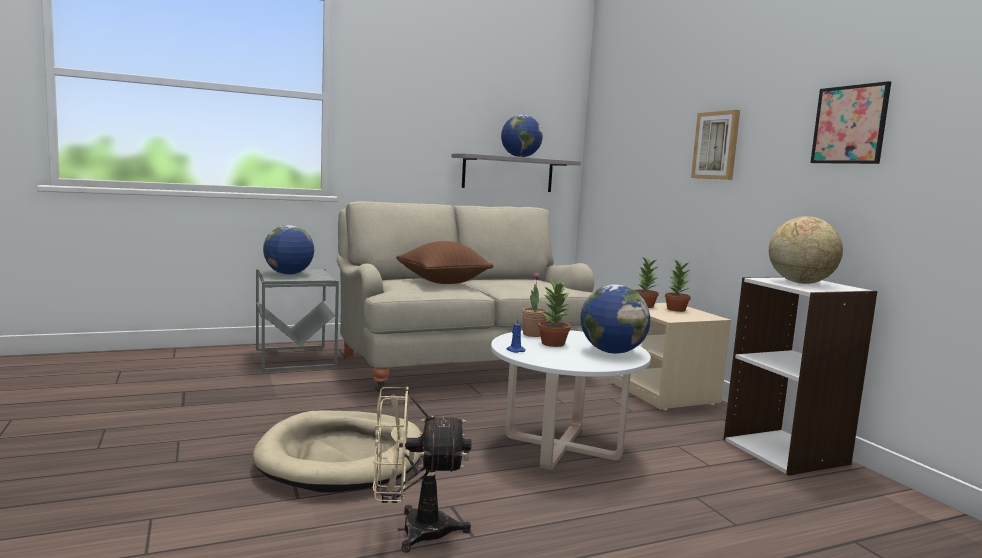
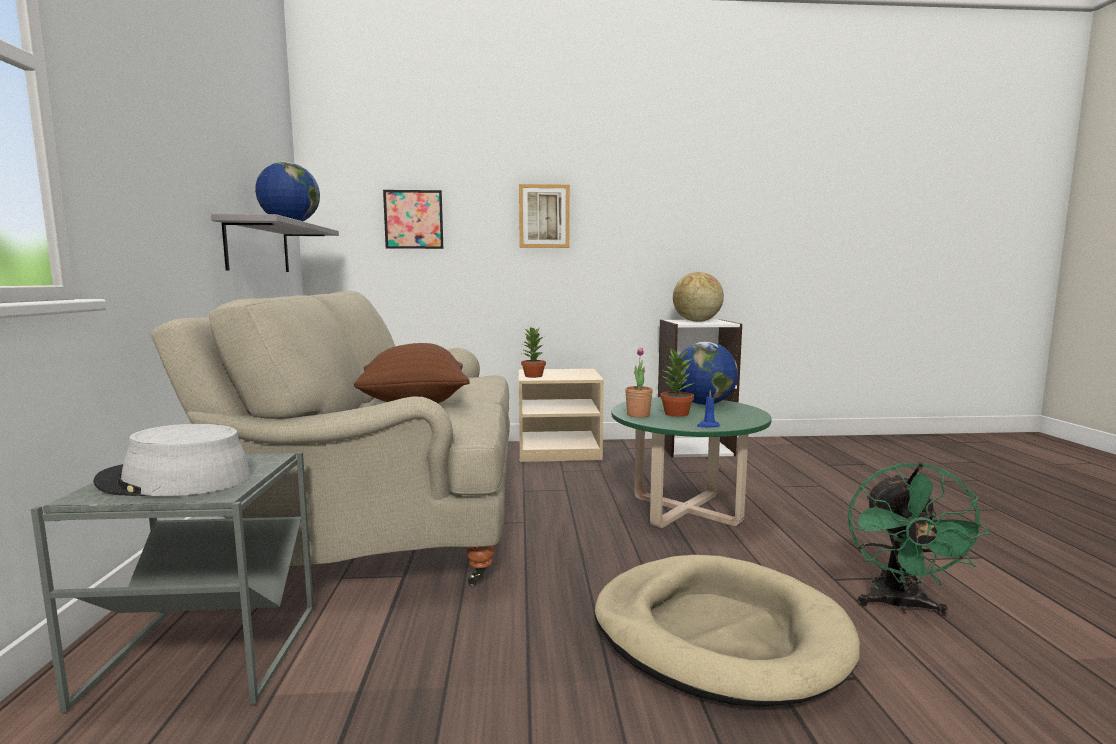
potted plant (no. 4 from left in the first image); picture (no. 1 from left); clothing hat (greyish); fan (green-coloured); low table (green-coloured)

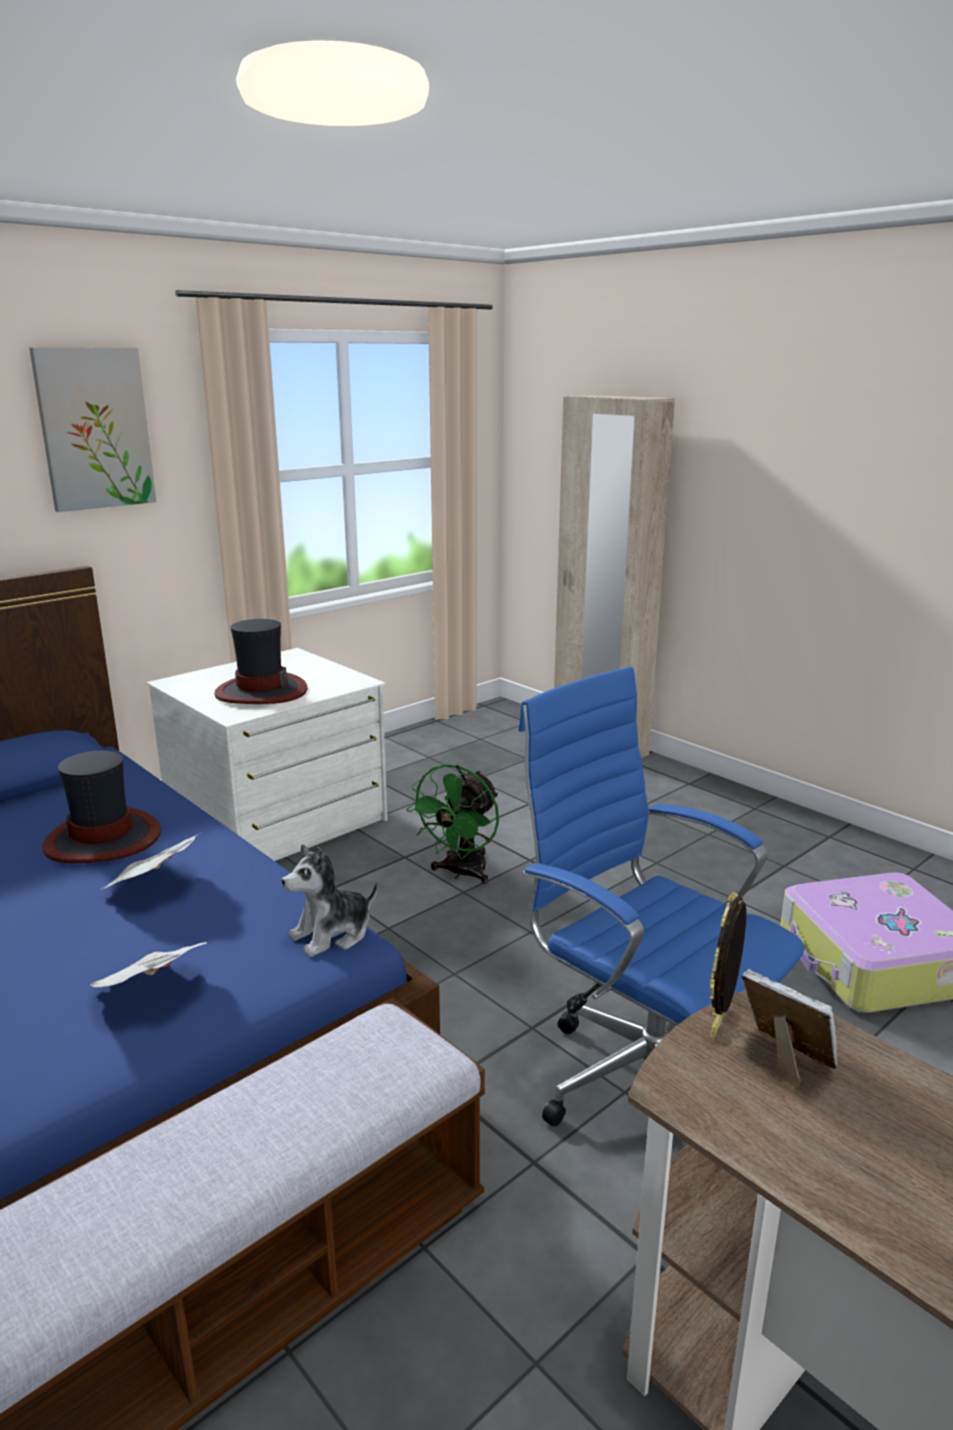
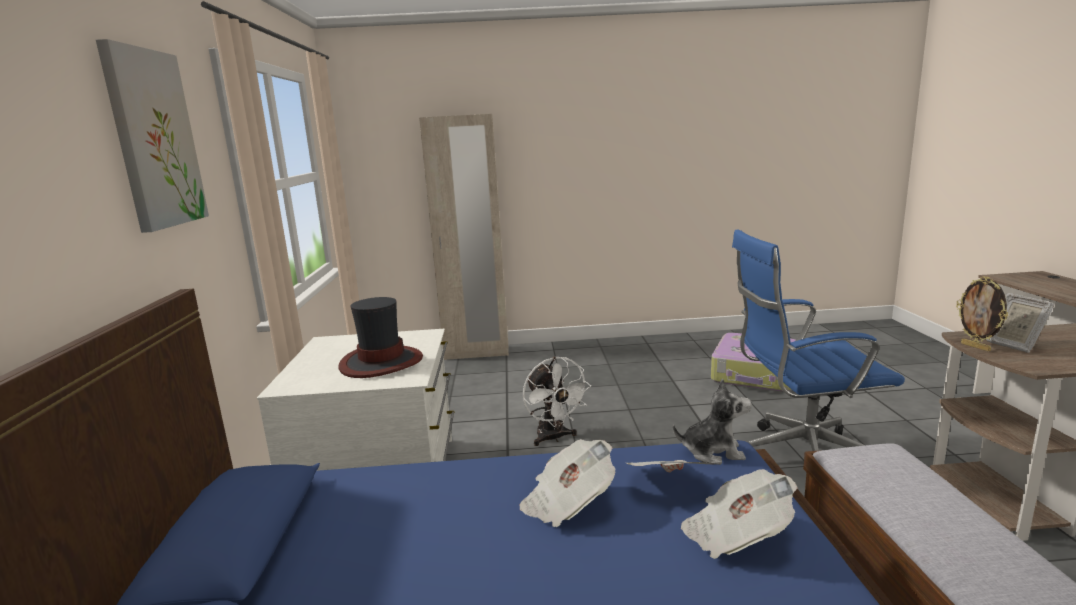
clothing hat (no. 1 from left in the first image); newspaper (no. 2 from left); fan (white); plush toy; photo frame (no. 2 from left)

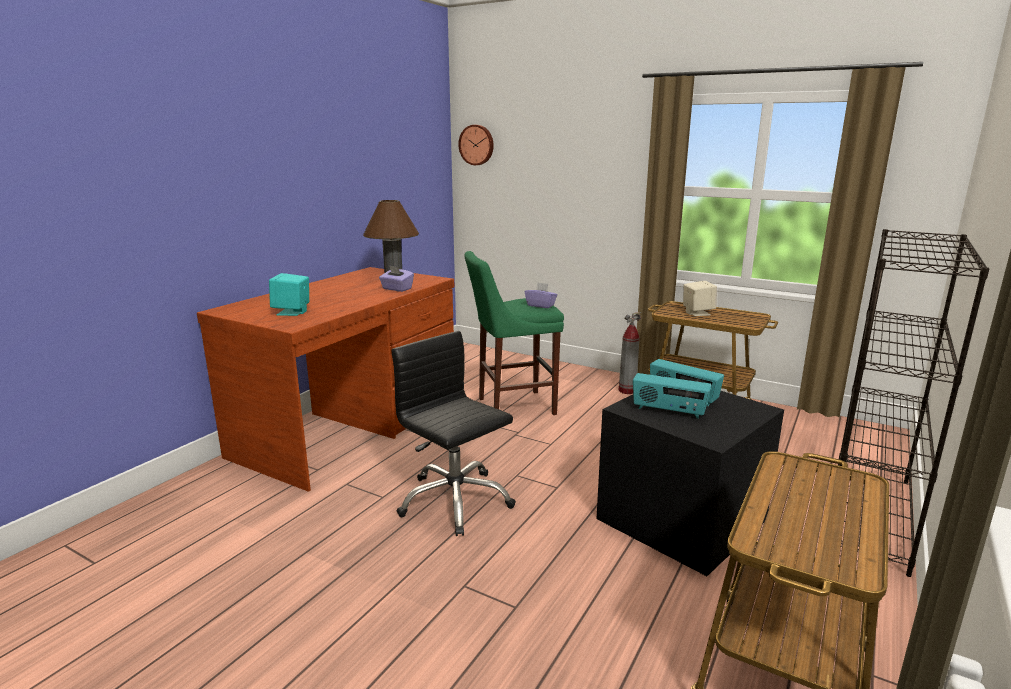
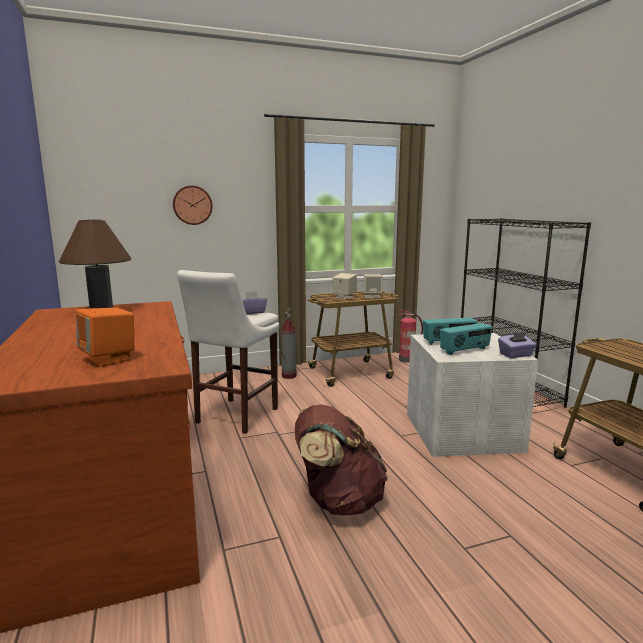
speaker (beige) (no. 2 from left); fire-fighting cylinder (no. 2 from left); box of tissues (purple) (no. 2 from left); clock on the wall; backpack (brown-coloured); speaker (orange-coloured); stool (white); storage box (white)

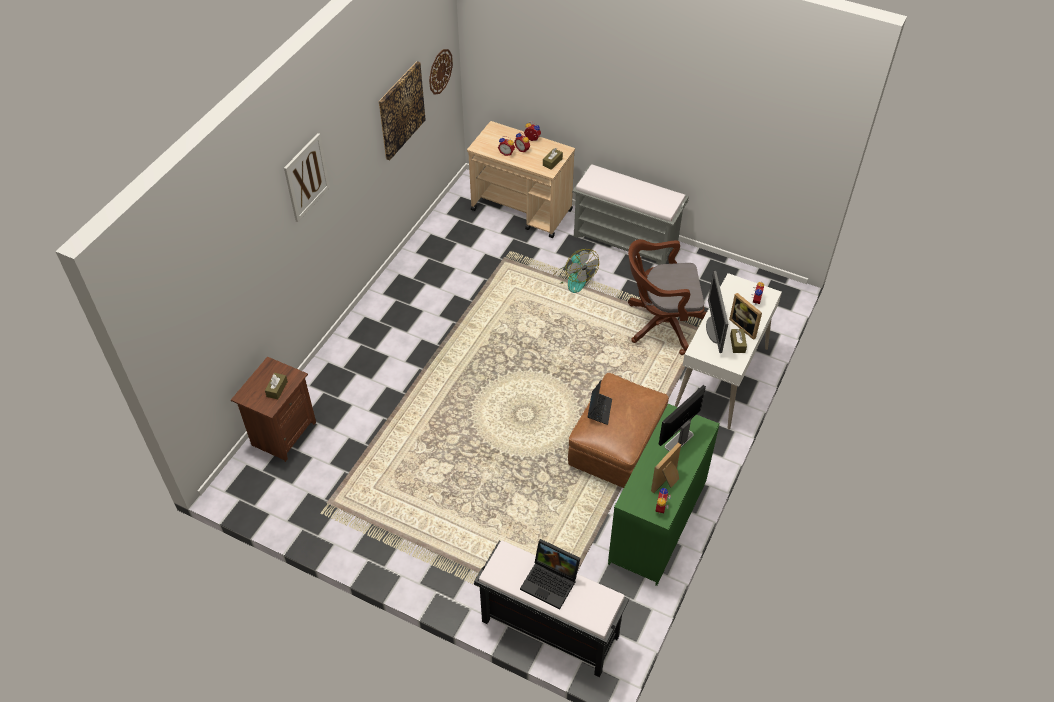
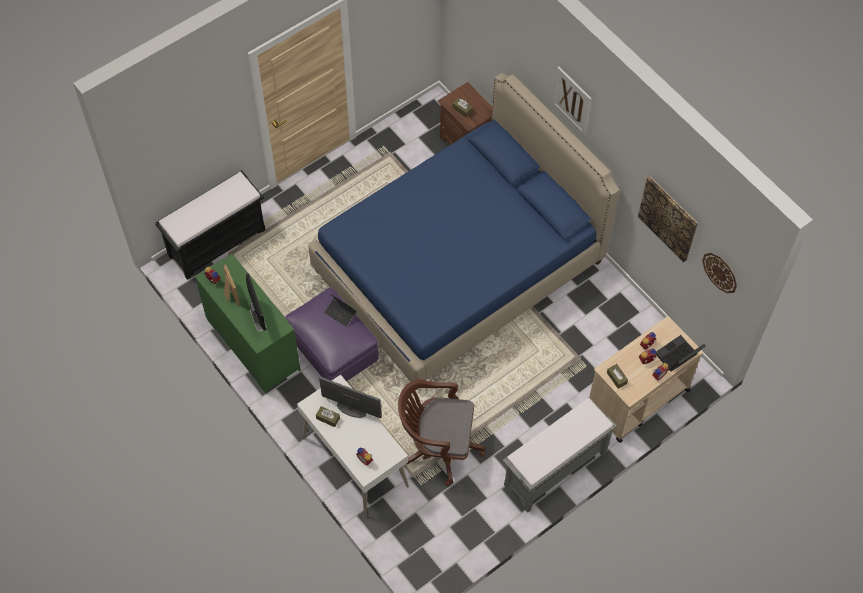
fan; photo frame (no. 2 from left in the first image); bedroom bed (bluish); portable computer (no. 2 from left); pouffe (purple); desk chair (brown-coloured)

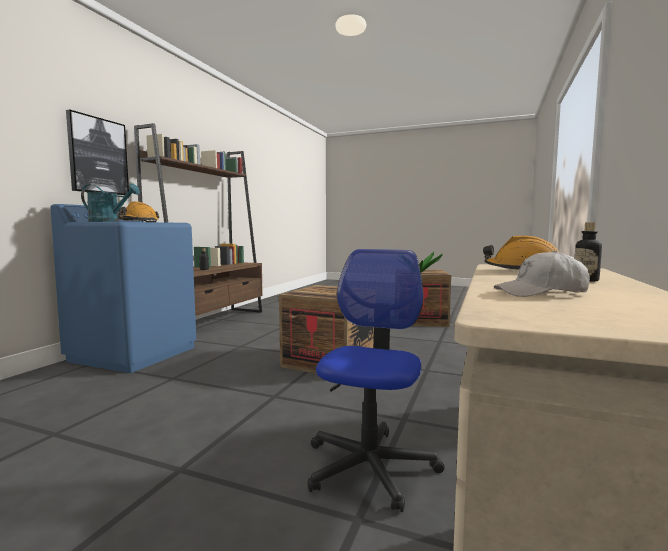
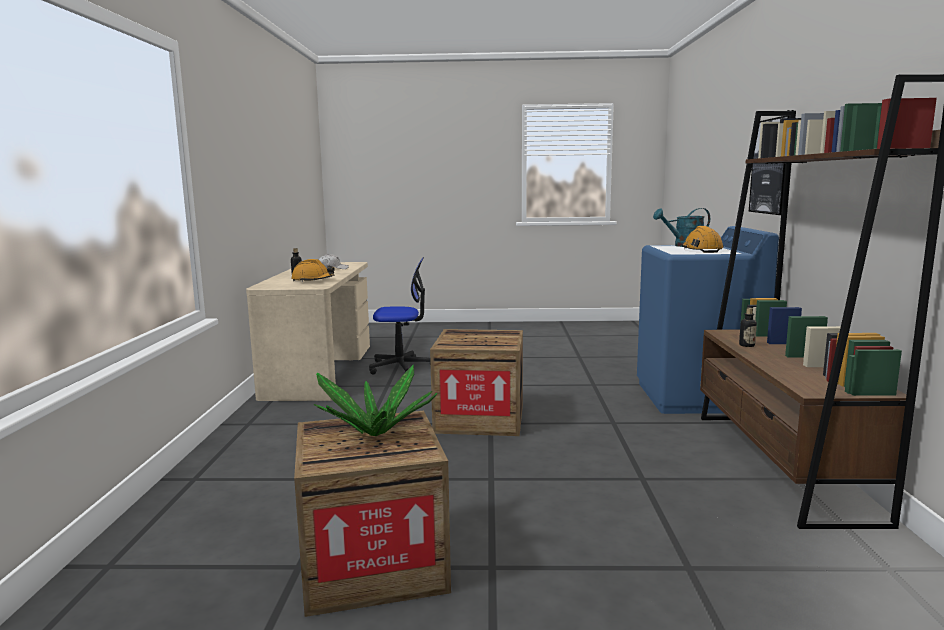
desk chair

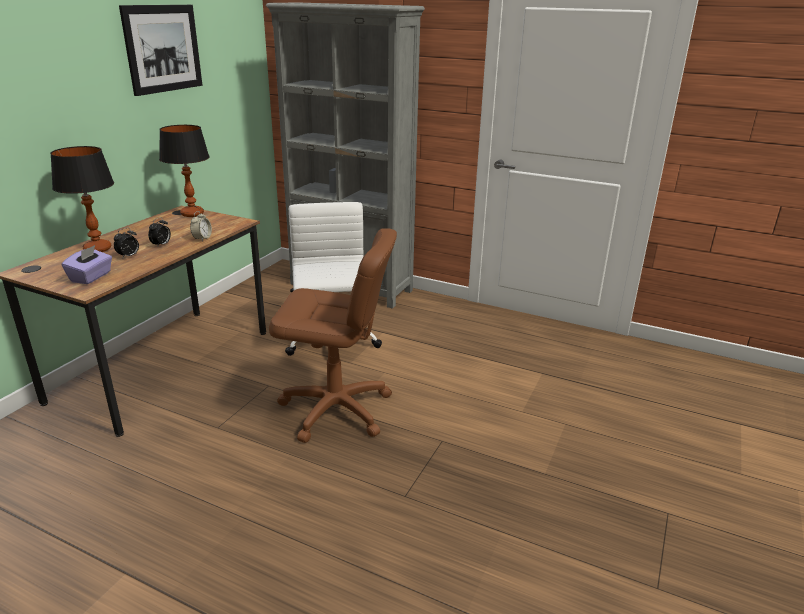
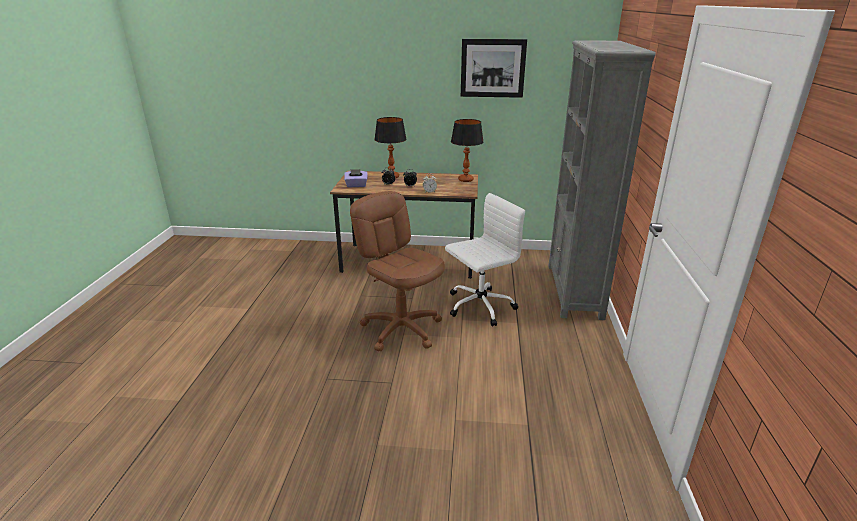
desk chair (brown-coloured)

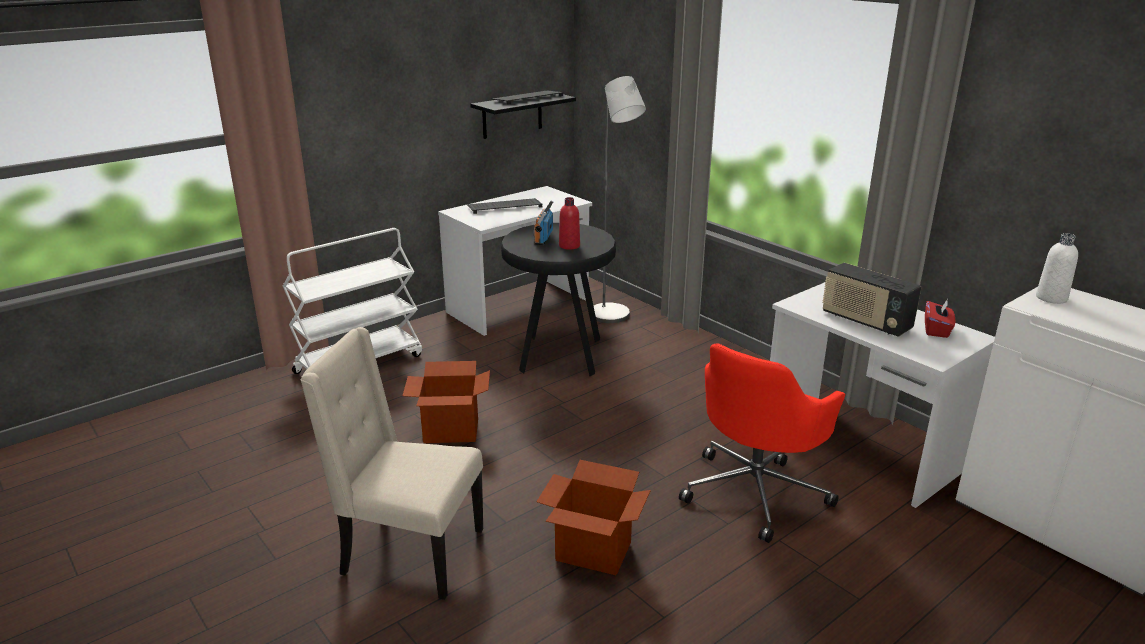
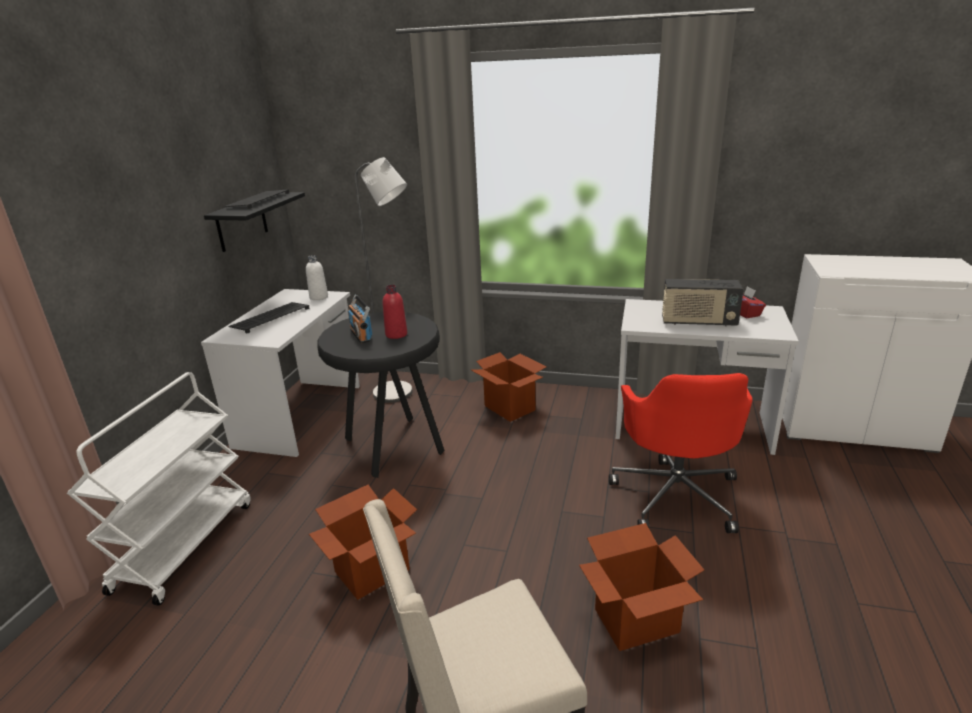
cardboard box (no. 2 from left); drink bottle (white)

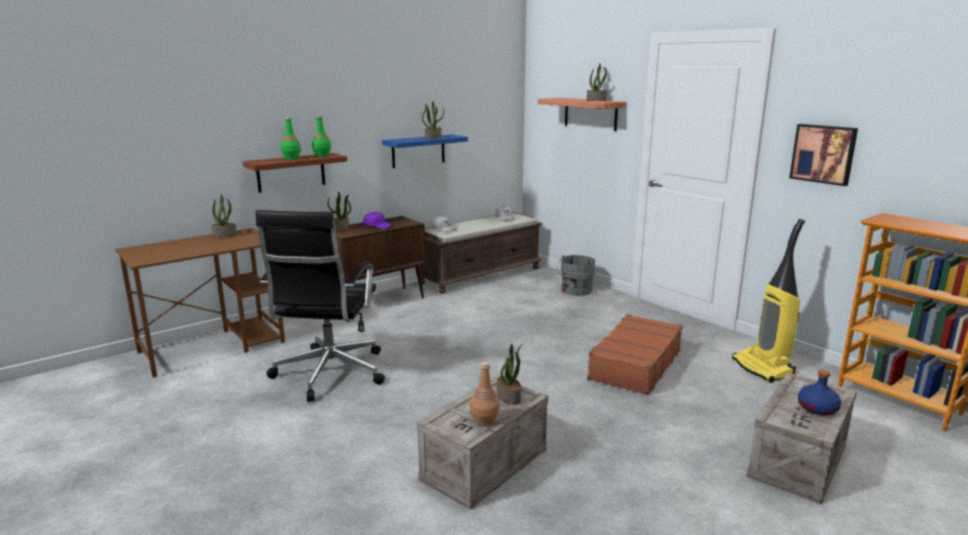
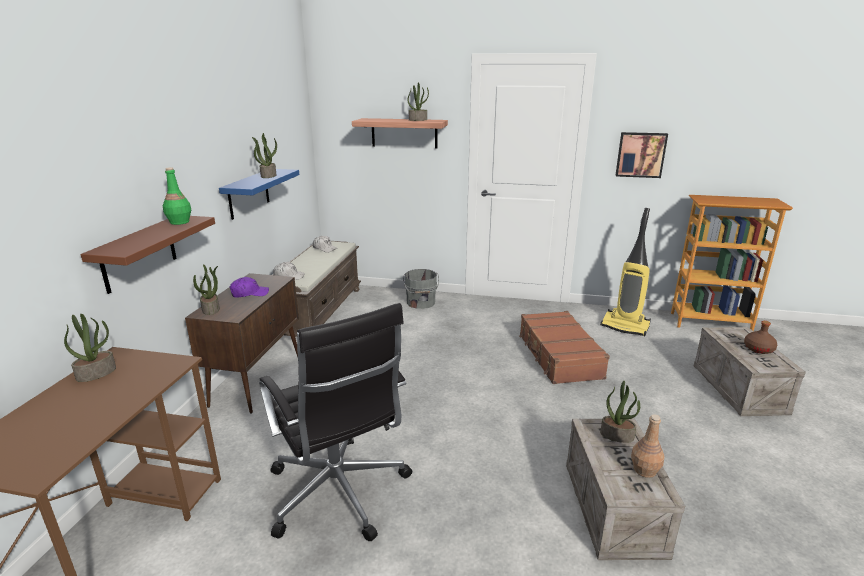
drink bottle (green-coloured) (no. 1 from left in the first image); drink bottle (brown-coloured) (no. 2 from left)

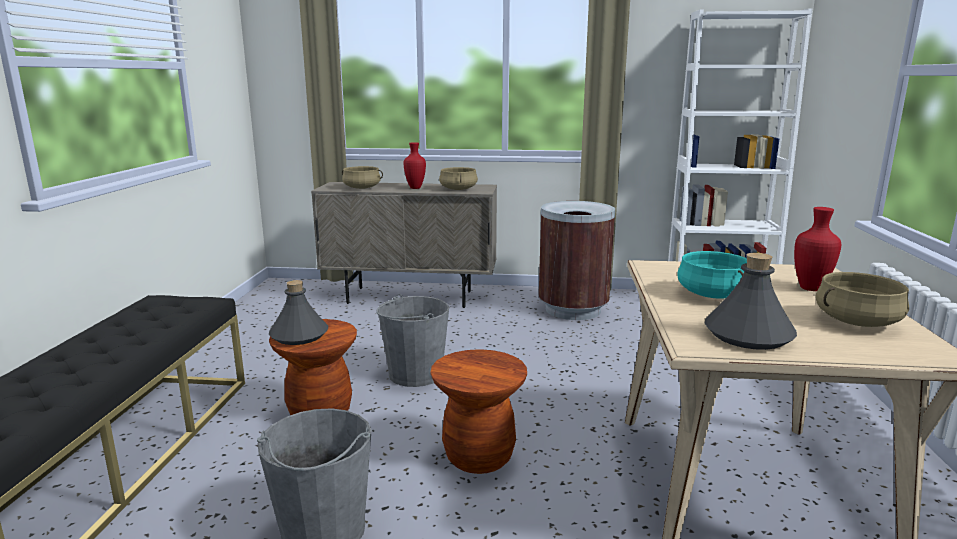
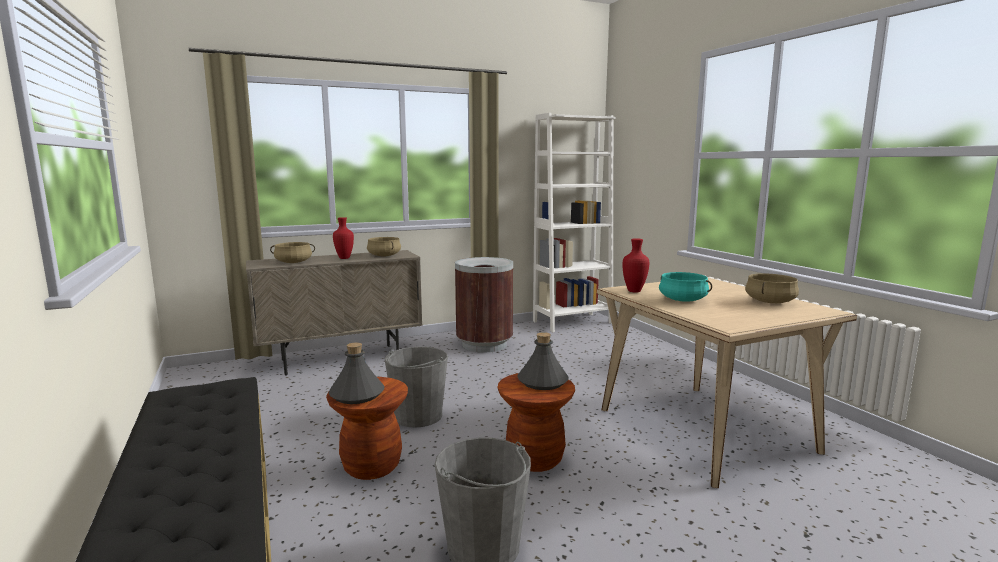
drink bottle (greyish) (no. 2 from left); flower vase (red) (no. 2 from left)

